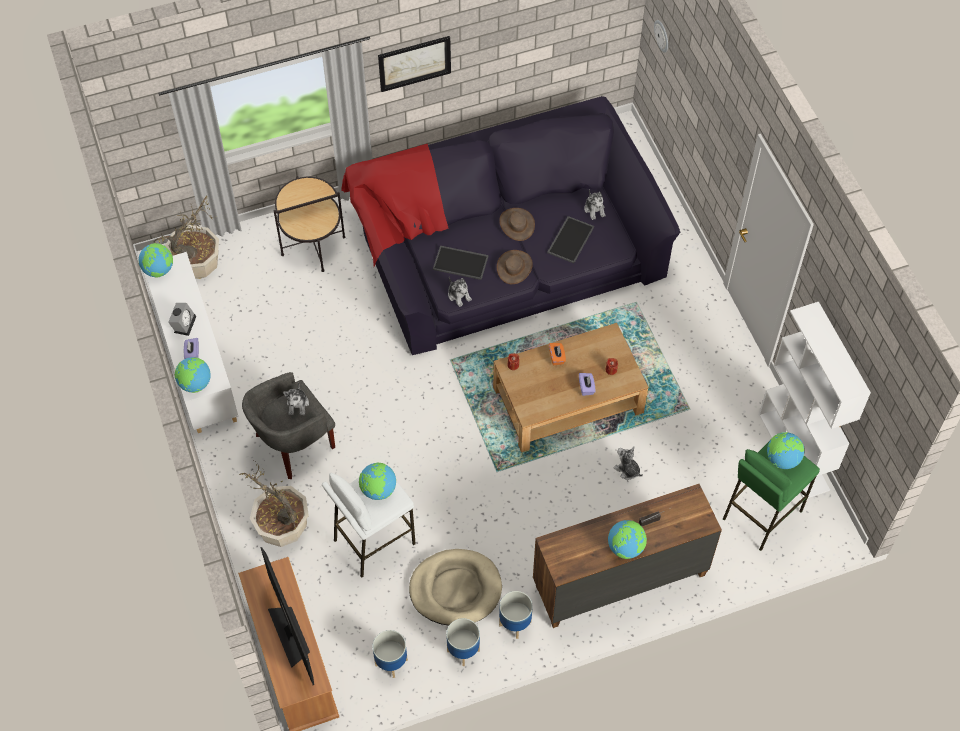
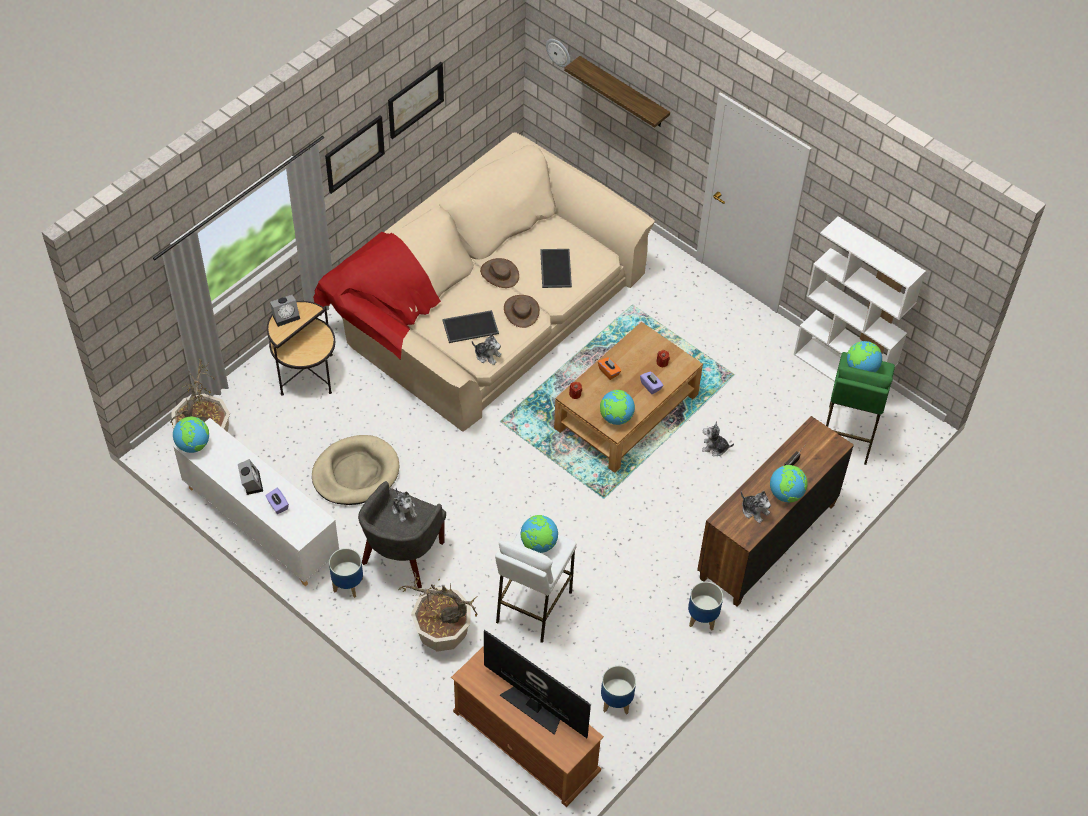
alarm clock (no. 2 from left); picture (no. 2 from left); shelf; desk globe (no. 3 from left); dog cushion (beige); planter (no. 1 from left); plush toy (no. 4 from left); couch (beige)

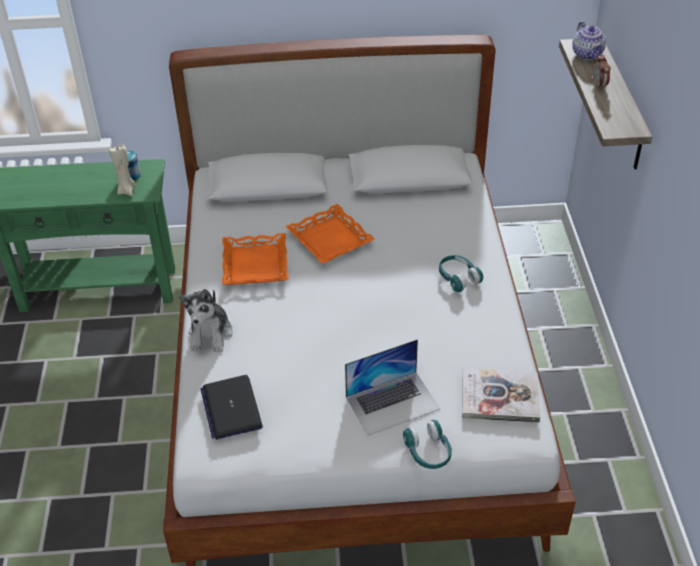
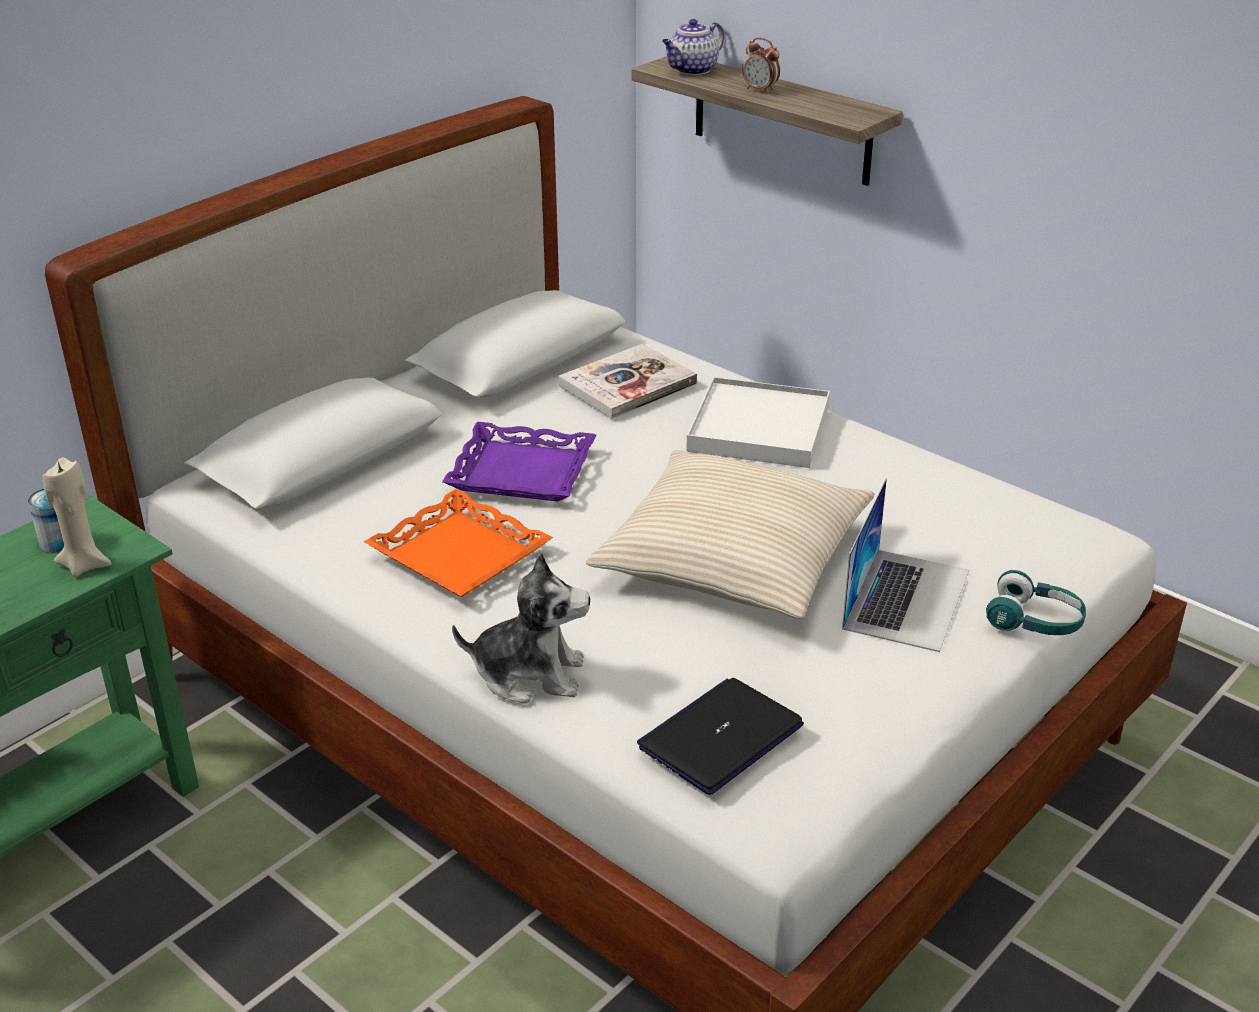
cushion (beige); volume; serving tray (white); serving tray (purple); plush toy; portable computer (no. 1 from left); tea pot

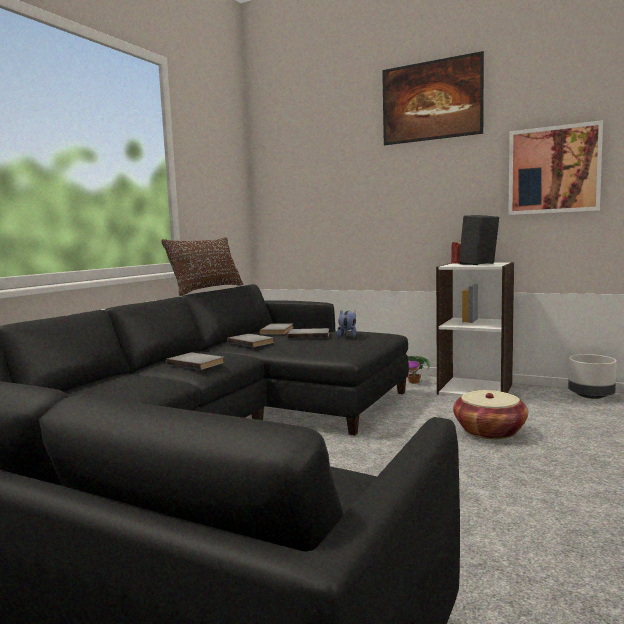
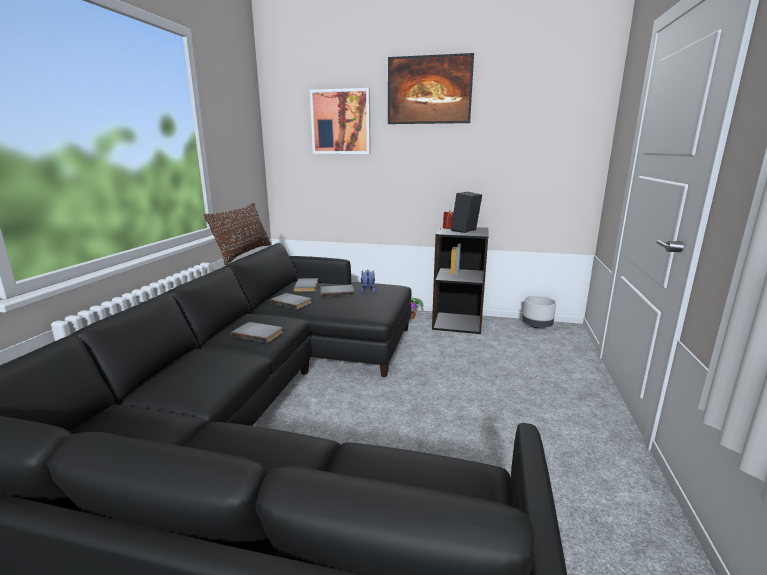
household basket; picture (no. 1 from left); shelving unit (black-coloured)

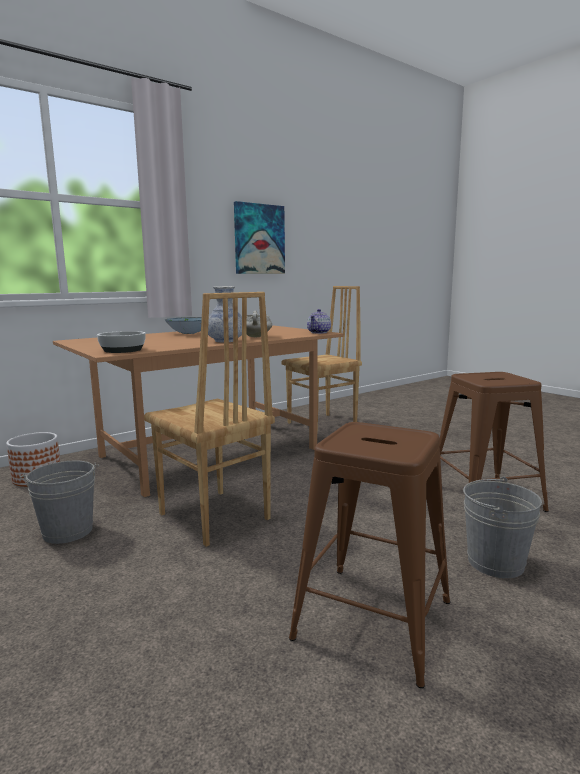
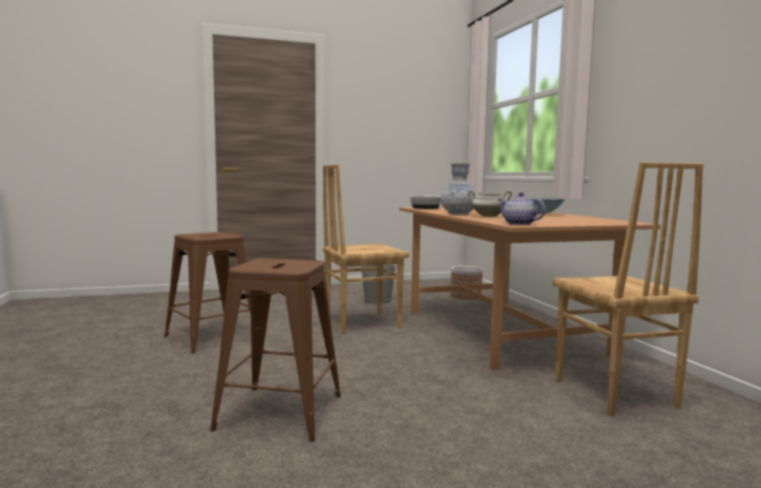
picture; pail (greyish) (no. 2 from left in the first image)

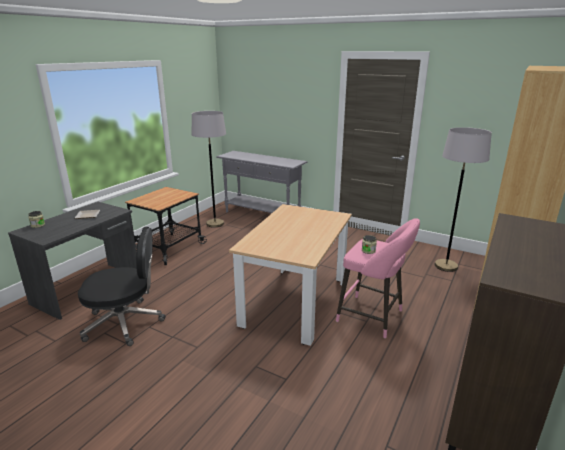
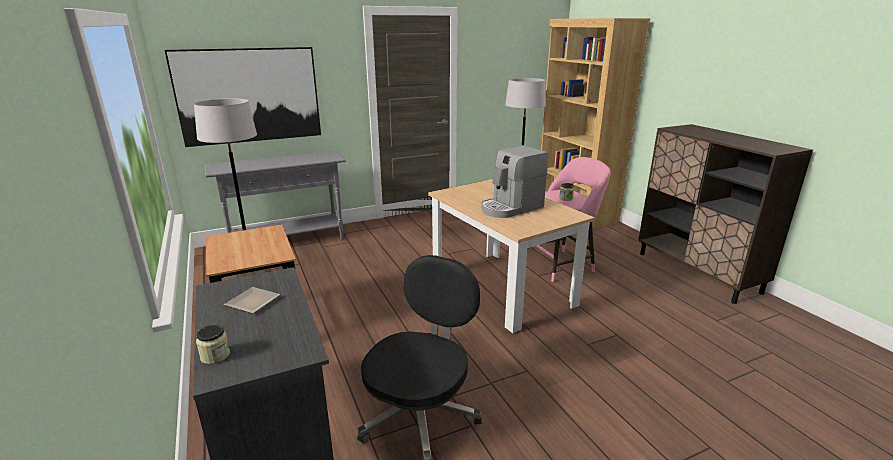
picture; coffee maker

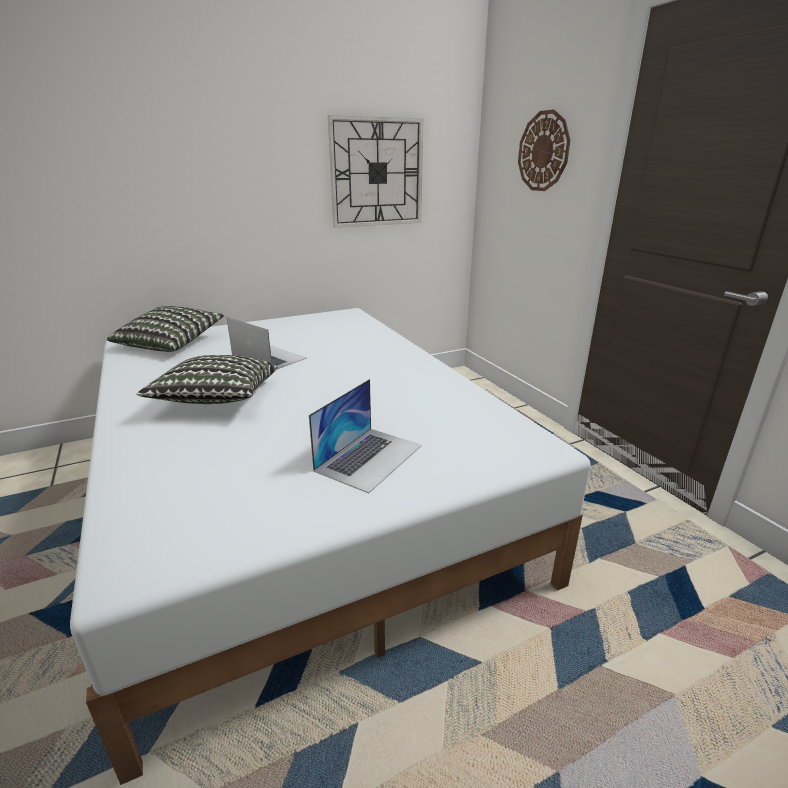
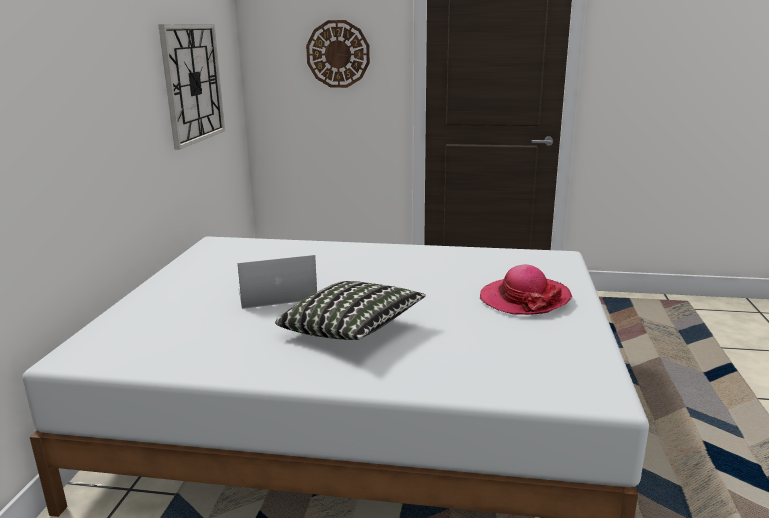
cushion (no. 1 from left in the first image); clothing hat

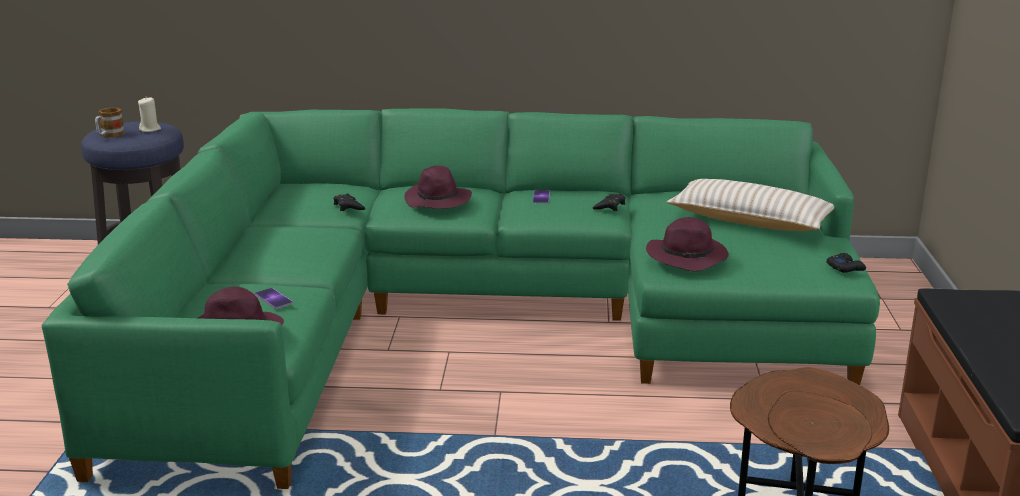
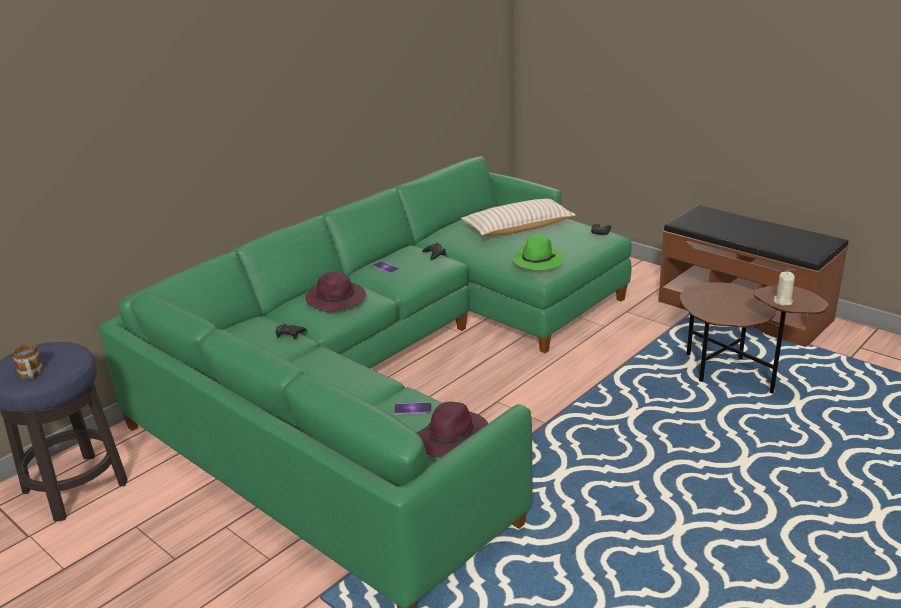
wax candle (beige); clothing hat (green-coloured)

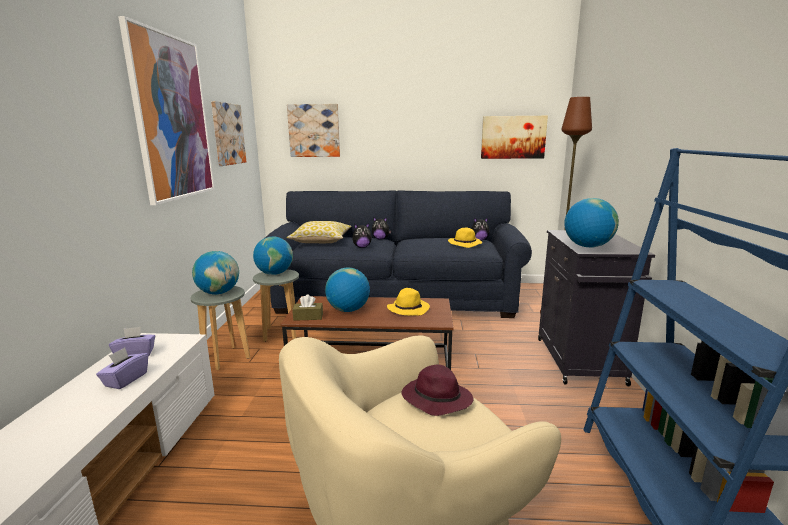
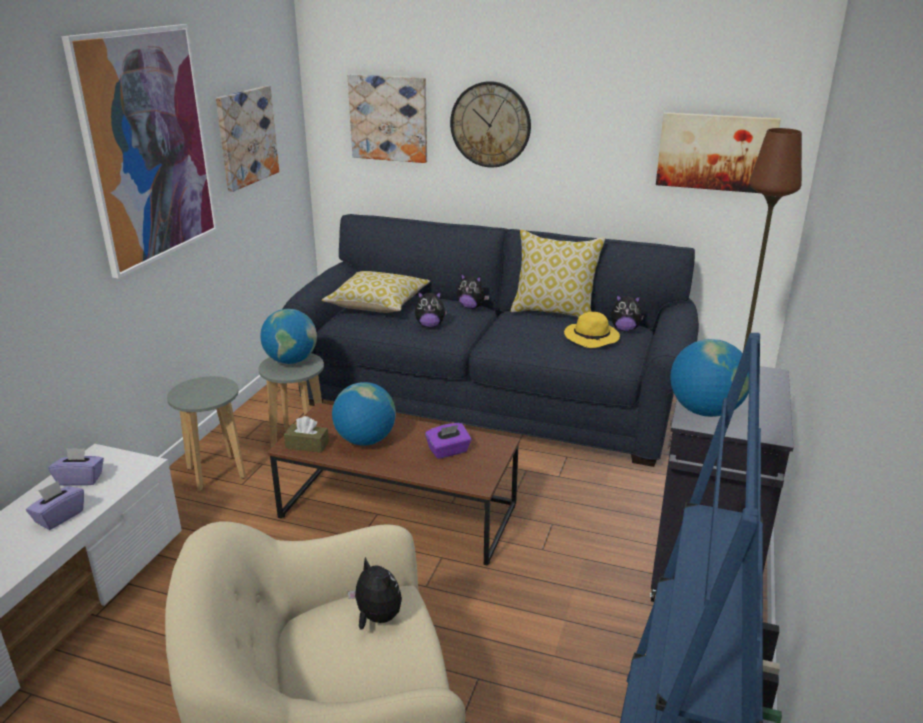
desk globe (no. 1 from left in the first image); clock on the wall; cushion (no. 2 from left); box of tissues (purple) (no. 3 from left); plush toy (no. 1 from left)

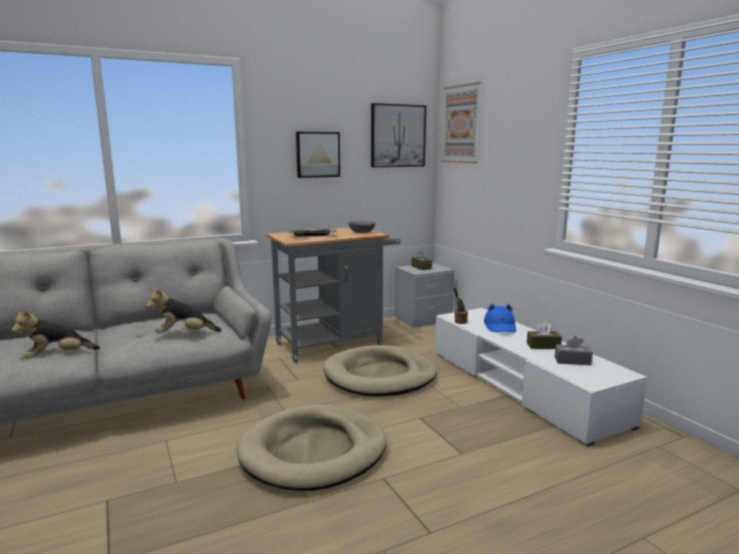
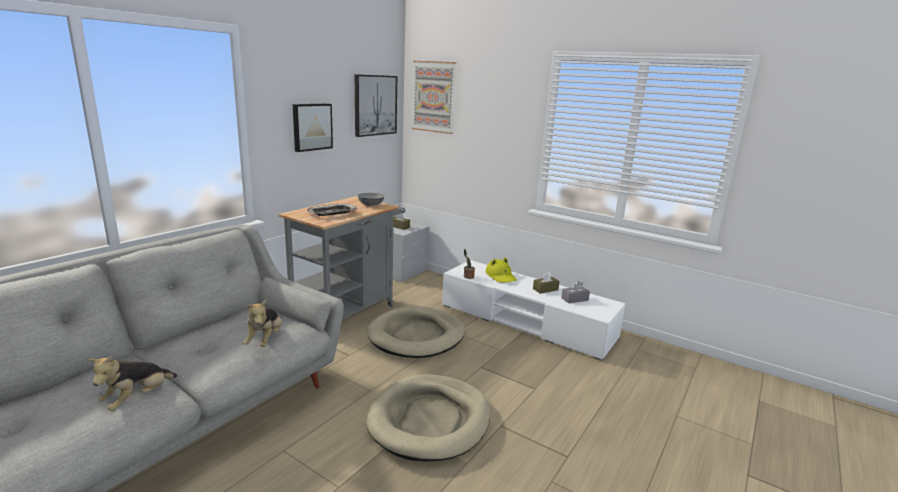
clothing hat (yellow-coloured); plush toy (no. 2 from left)

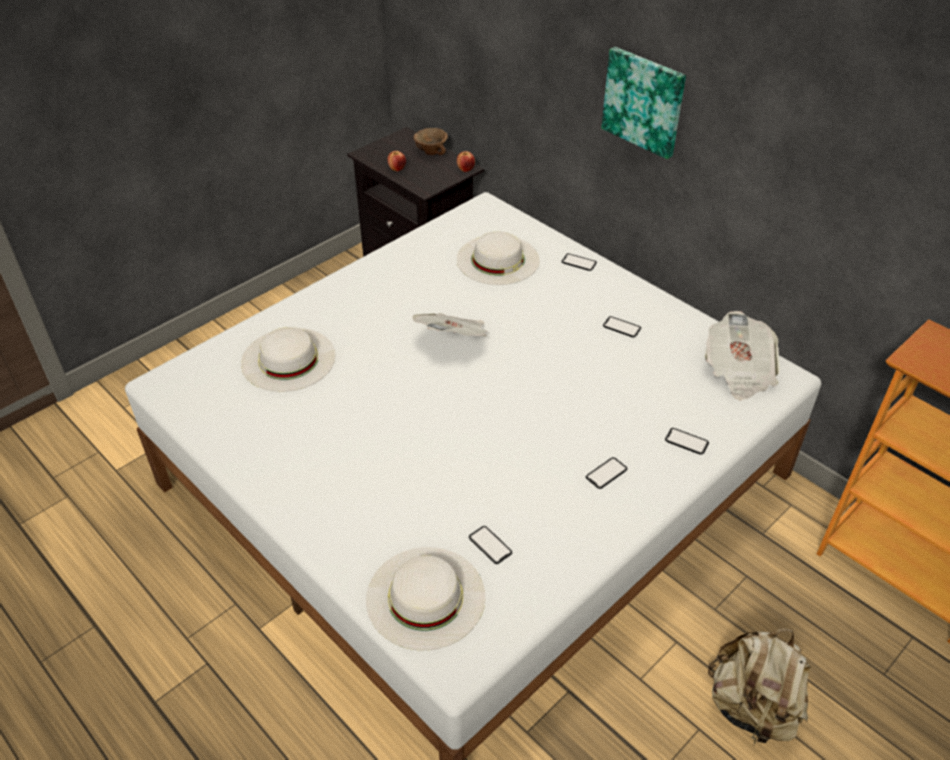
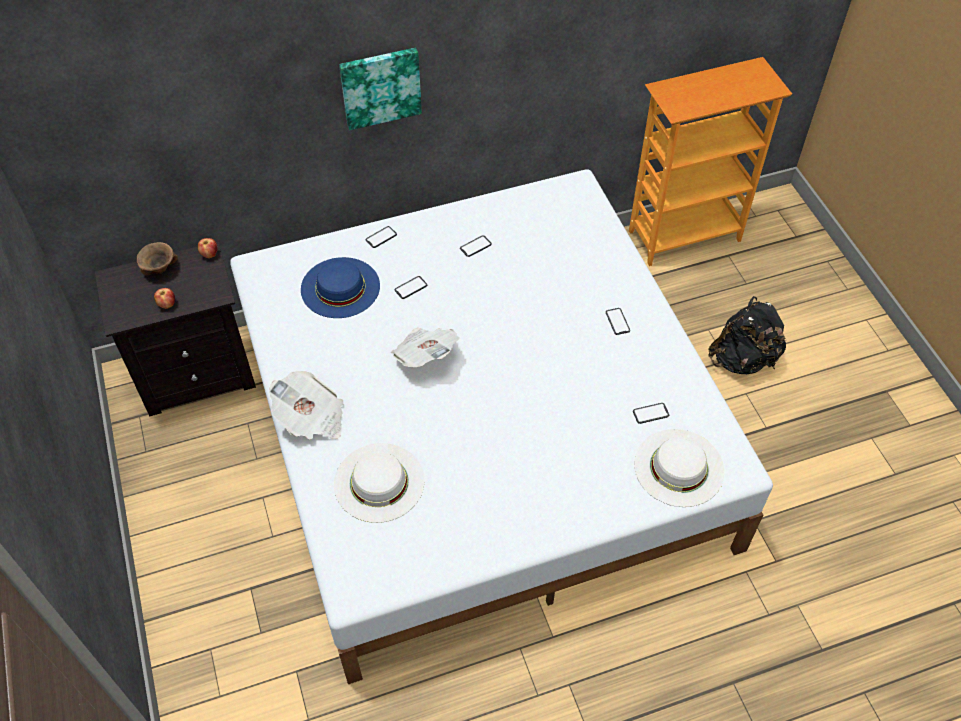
handset (no. 2 from left); newspaper (no. 1 from left); clothing hat (bluish); backpack (black-coloured)

